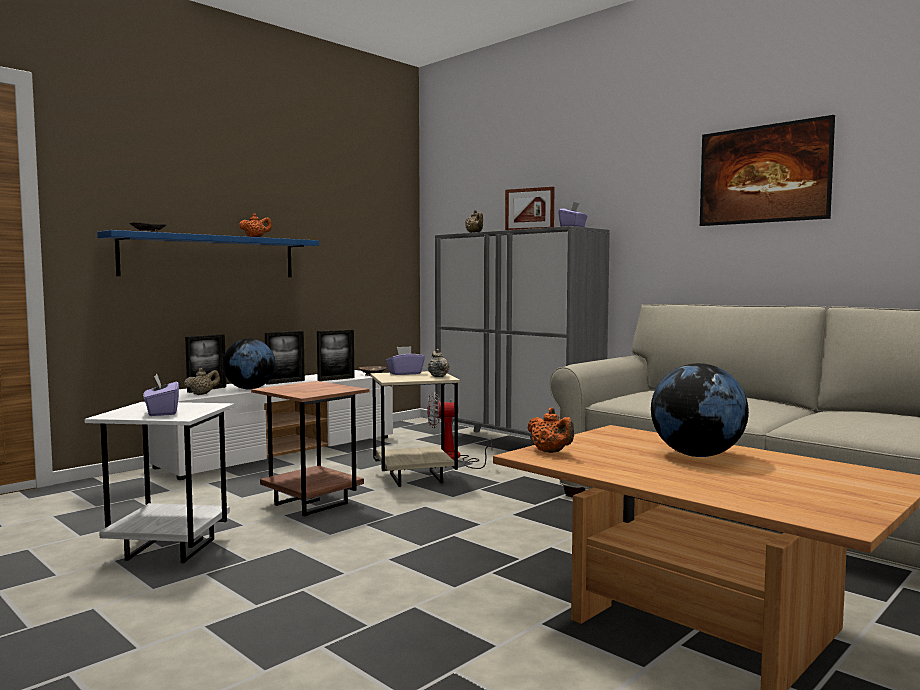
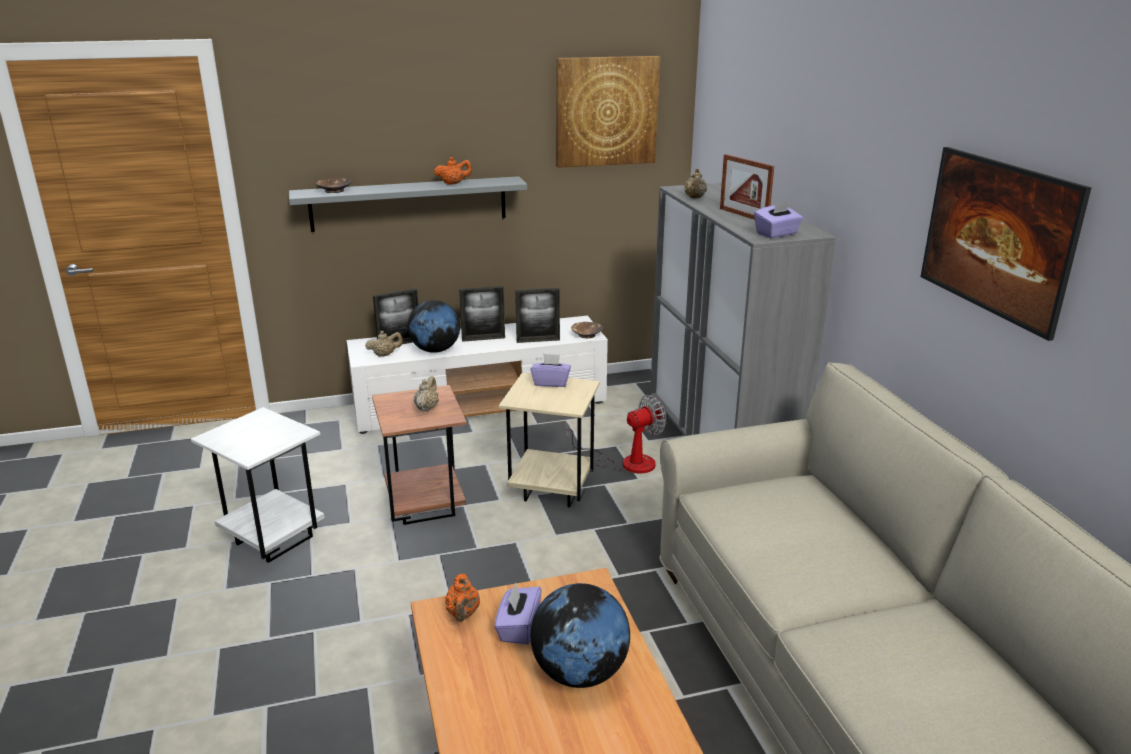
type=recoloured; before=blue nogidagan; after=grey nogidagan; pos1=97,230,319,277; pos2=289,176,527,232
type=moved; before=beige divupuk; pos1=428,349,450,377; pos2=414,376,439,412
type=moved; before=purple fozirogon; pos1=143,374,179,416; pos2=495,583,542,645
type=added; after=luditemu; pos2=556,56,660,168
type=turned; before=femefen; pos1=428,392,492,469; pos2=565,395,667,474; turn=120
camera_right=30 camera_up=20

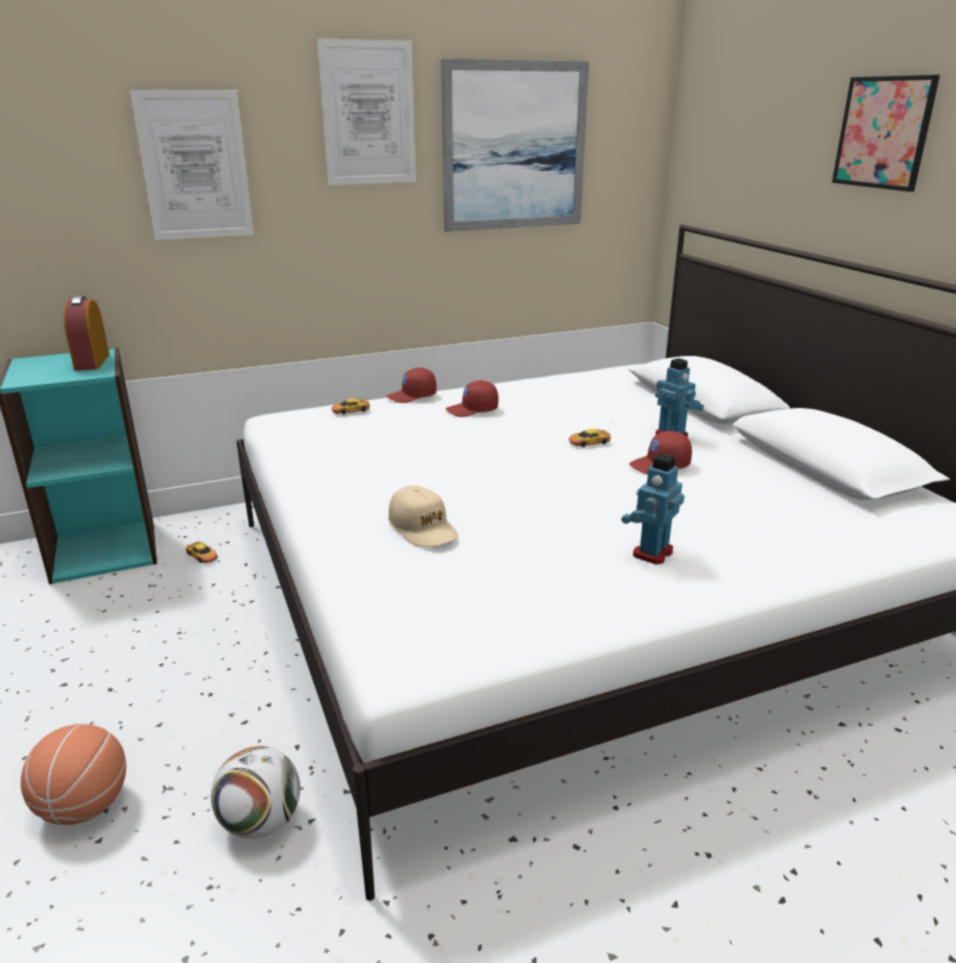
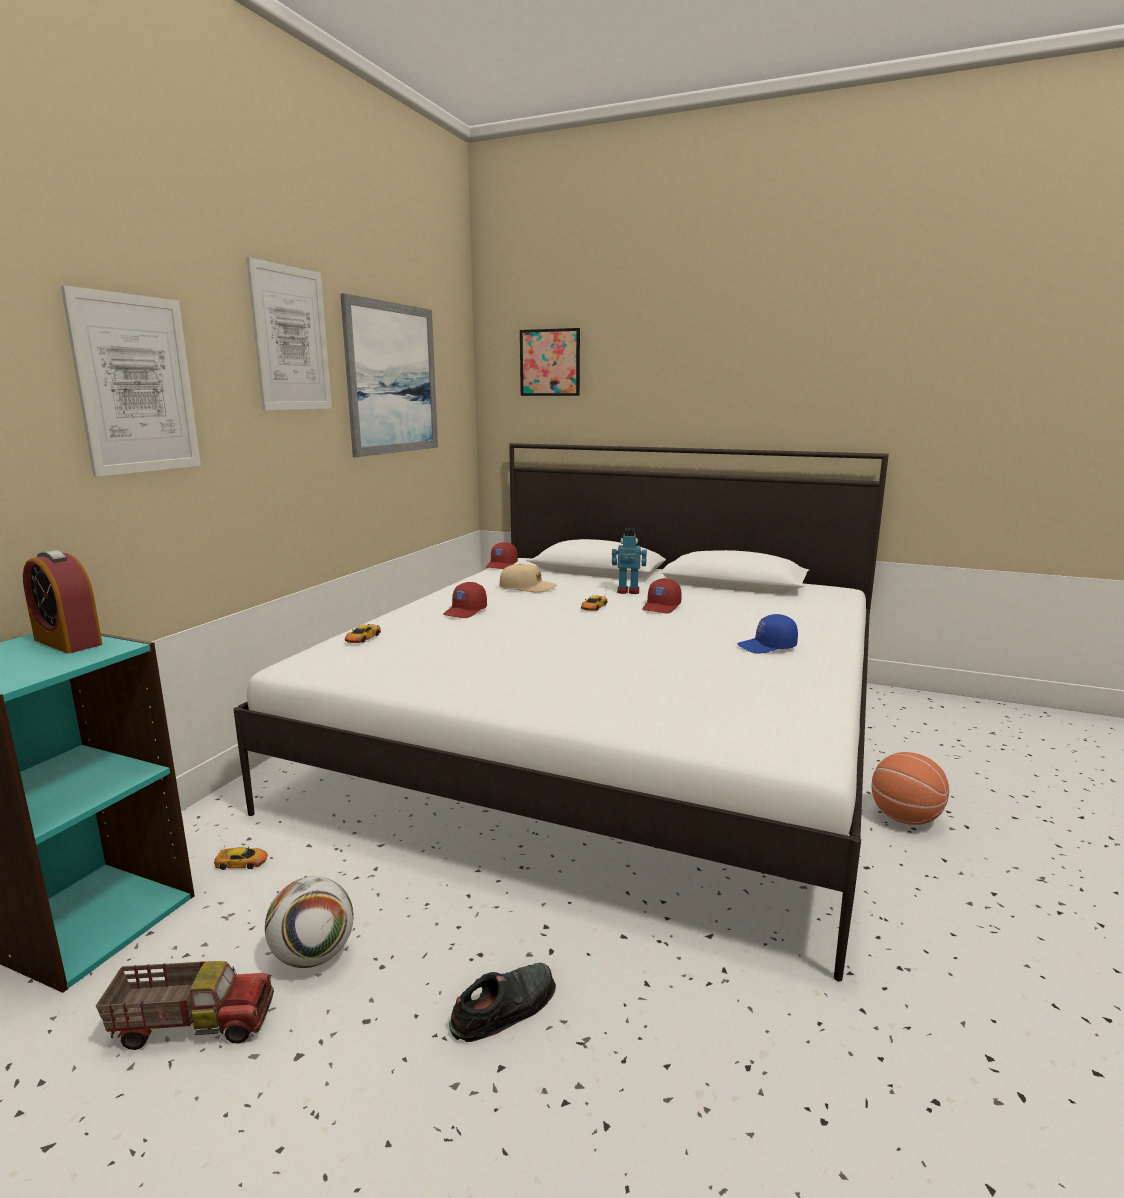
type=added; after=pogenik; pos2=96,961,274,1050
type=moved; before=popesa; pos1=211,746,300,839; pos2=265,876,353,968
type=added; after=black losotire; pos2=449,963,556,1042
type=moved; before=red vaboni; pos1=387,368,436,403; pos2=486,542,518,569
type=moved; before=beige vaboni; pos1=388,486,458,547; pos2=499,563,557,593
type=moved; before=luditemu; pos1=832,75,940,192; pos2=520,328,580,396
type=replaced; before=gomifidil; after=blue vaboni; pos1=621,453,685,565; pos2=737,614,798,654
type=moved; before=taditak; pos1=21,724,126,825; pos2=871,752,949,825
camera_right=-45 camera_up=-10

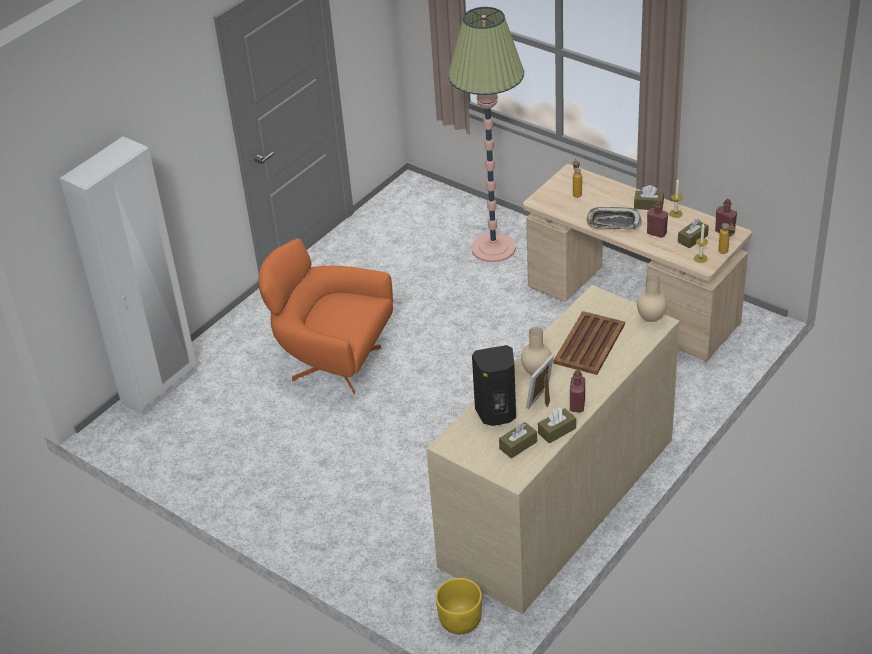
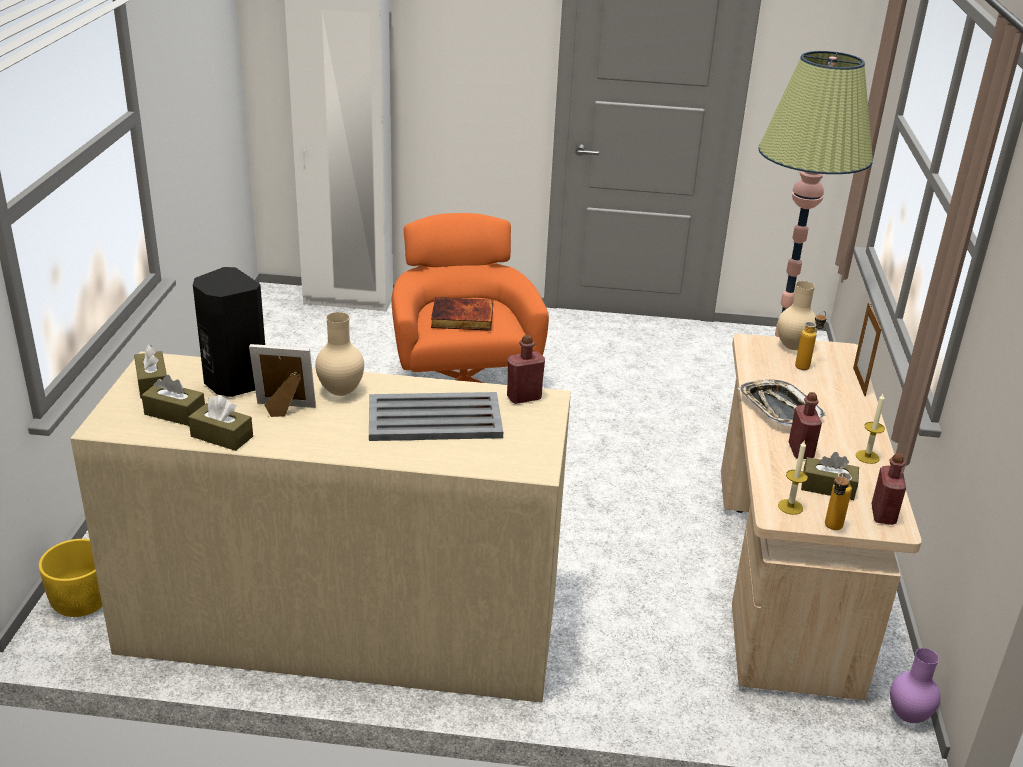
type=moved; before=brown fozirogon; pos1=634,185,664,210; pos2=134,344,167,399
type=recoloured; before=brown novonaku; after=grey novonaku; pos1=554,311,625,375; pos2=369,392,503,441
type=added; after=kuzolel; pos2=431,297,493,331
type=moved; before=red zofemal; pos1=570,370,585,412; pos2=507,335,545,404
type=moved; before=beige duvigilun; pos1=637,274,667,322; pos2=777,281,818,350
type=added; after=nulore; pos2=853,302,881,397
type=added; after=purple duvigilun; pos2=890,648,940,723
camera_right=55 camera_up=-10

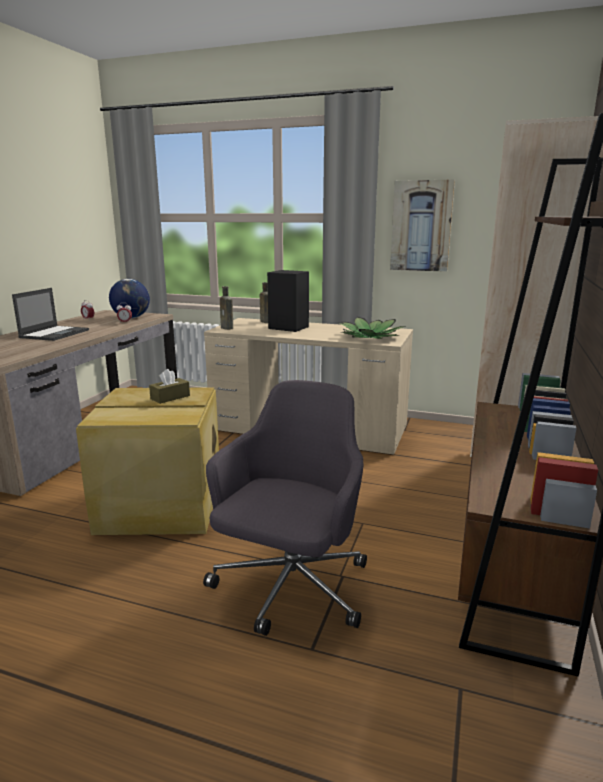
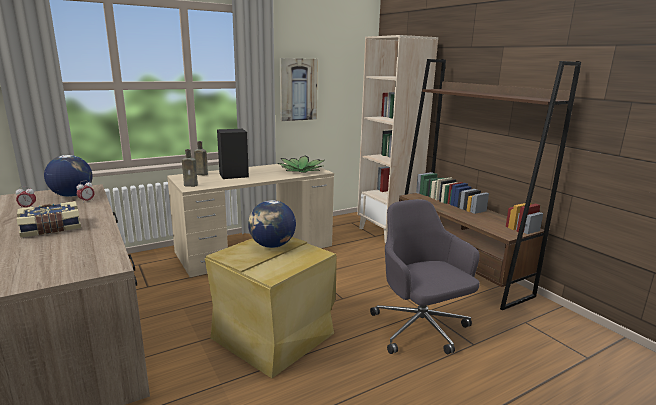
type=replaced; before=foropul; after=kuzolel; pos1=12,288,89,341; pos2=17,201,81,237
type=replaced; before=brown fozirogon; after=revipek; pos1=149,369,190,404; pos2=248,200,296,248
camera_right=-50 camera_up=0

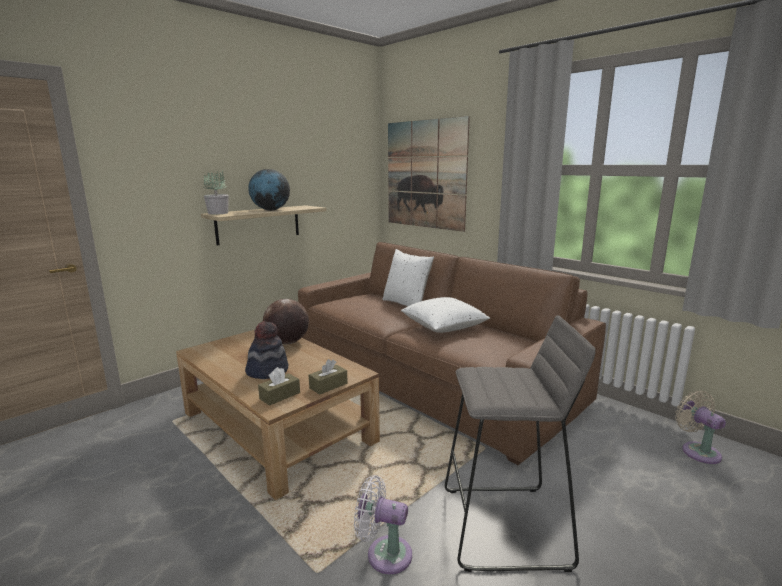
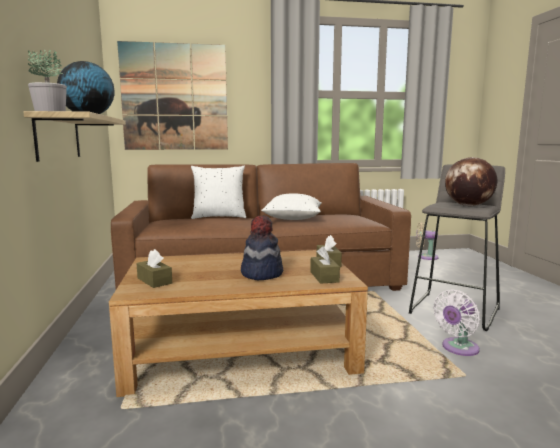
type=added; after=brown fozirogon; pos2=137,249,172,288
type=moved; before=revipek; pos1=263,299,309,344; pos2=445,157,497,206
camera_right=-55 camera_up=-5

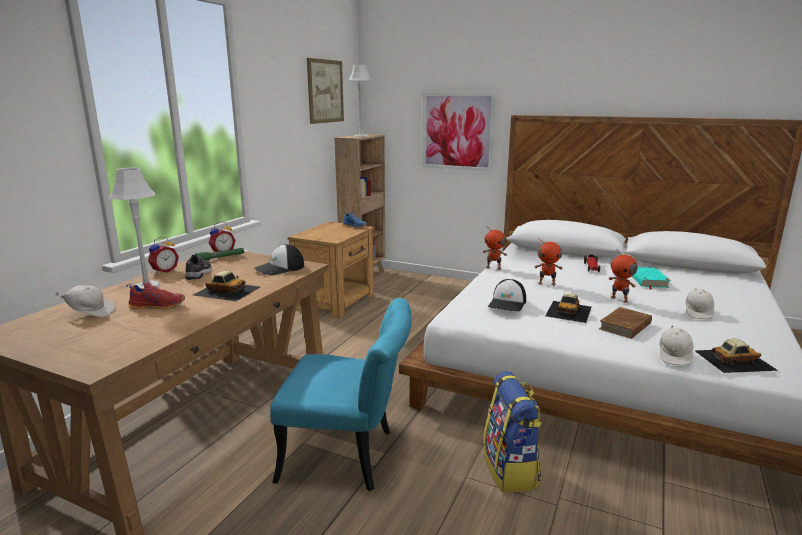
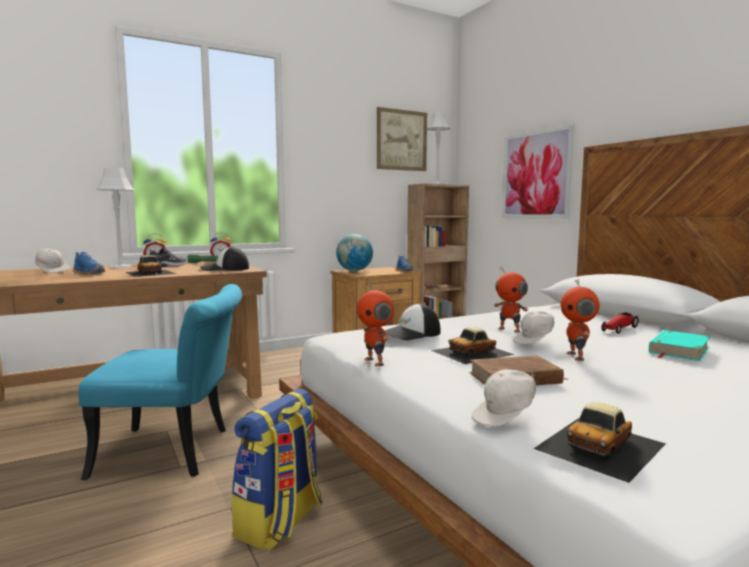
type=recoloured; before=red losotire; after=blue losotire; pos1=127,282,185,310; pos2=73,252,105,274
type=turned; before=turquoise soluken; pos1=270,298,412,491; pos2=78,284,242,480; turn=-45
type=added; after=revipek; pos2=336,234,373,271
type=moved; before=gomifidil; pos1=483,226,507,270; pos2=357,282,394,367
type=moved; before=white vaboni; pos1=685,289,715,319; pos2=513,311,554,344
type=turned; before=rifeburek; pos1=695,339,778,373; pos2=533,402,666,483; turn=105
camera_right=35 camera_up=-10

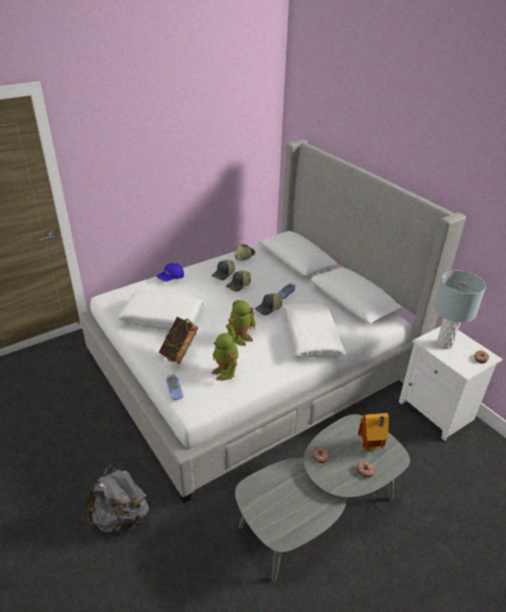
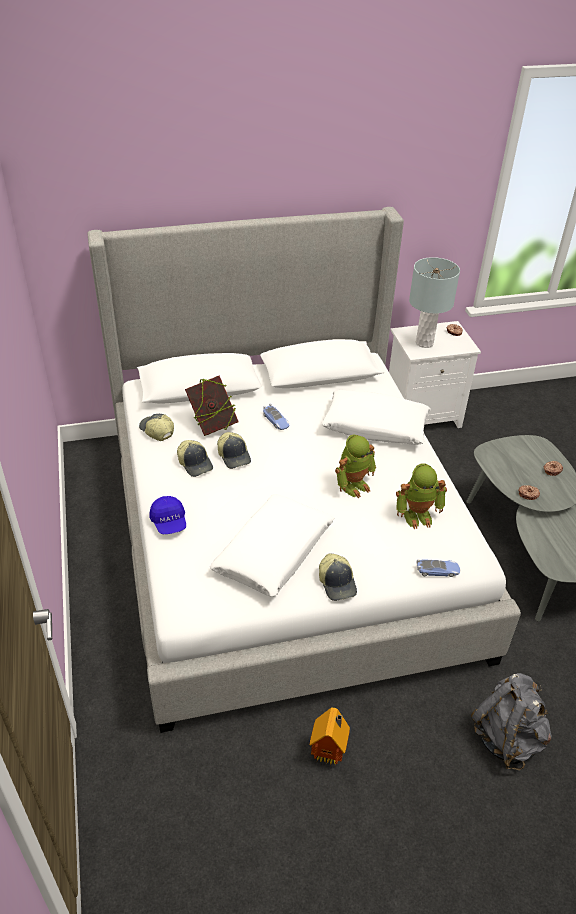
type=moved; before=kuzolel; pos1=159,317,199,365; pos2=185,375,239,436
type=moved; before=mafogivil; pos1=358,413,389,452; pos2=310,708,350,766
type=moved; before=vaboni; pos1=255,293,282,315; pos2=319,554,357,601
type=turned; before=gomifidil; pos1=226,300,256,346; pos2=335,434,376,498; turn=75
camera_right=-70 camera_up=5

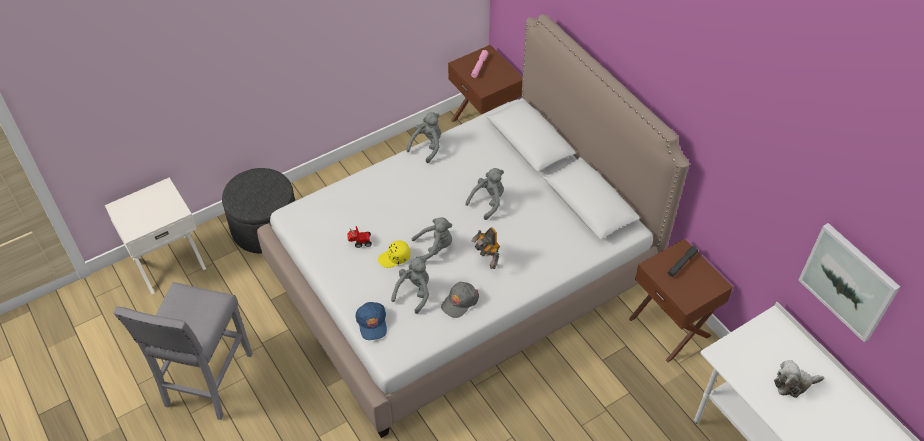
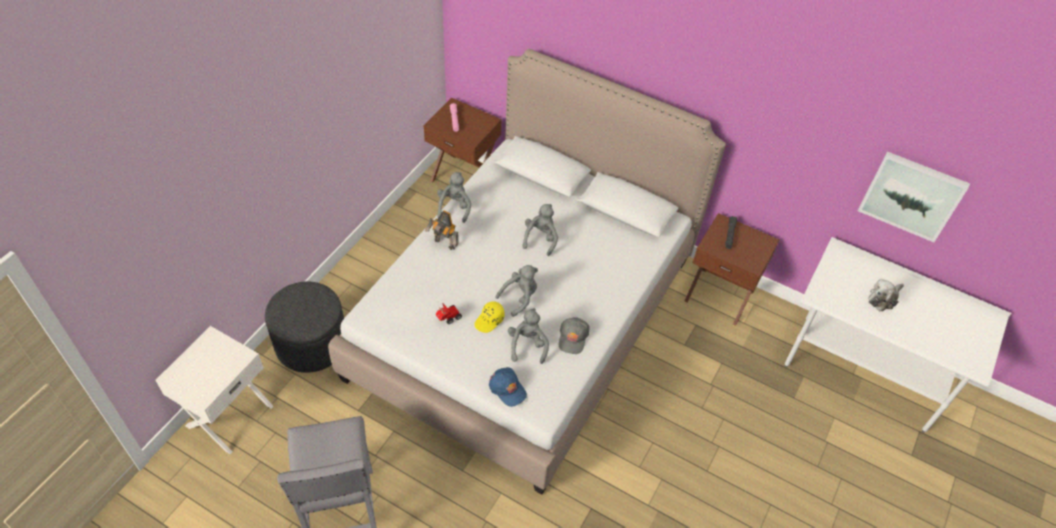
type=moved; before=gomifidil; pos1=471,227,500,269; pos2=425,210,459,250
camera_right=-30 camera_up=0

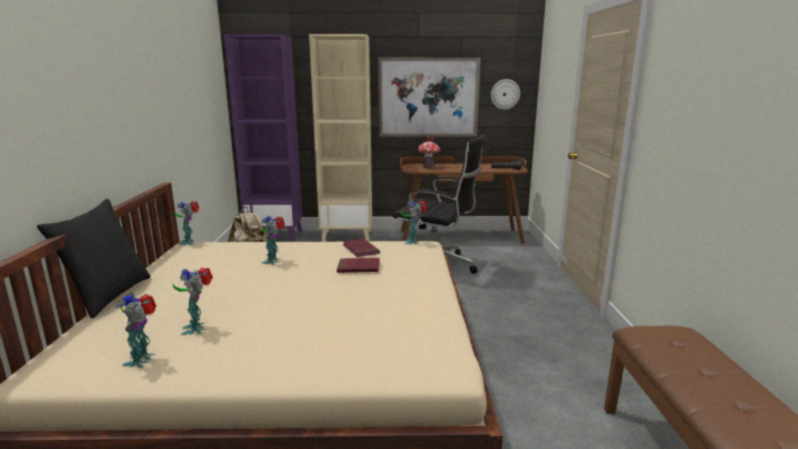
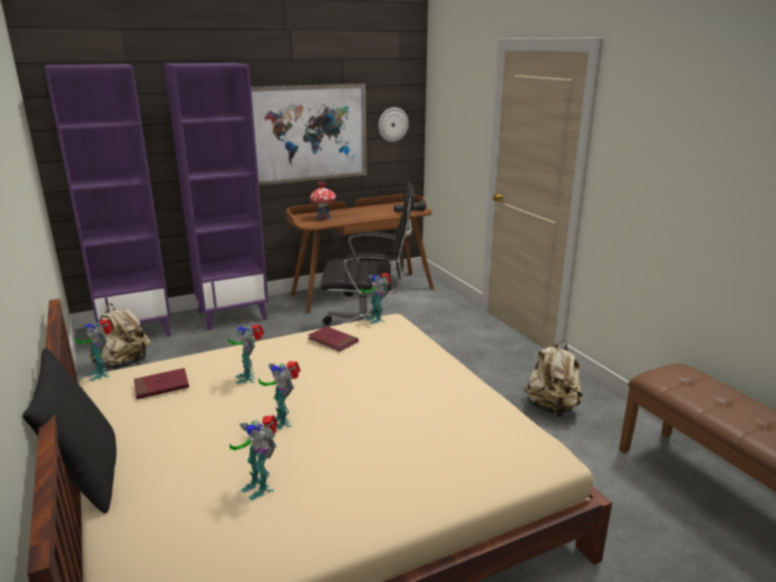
type=moved; before=red kuzolel; pos1=337,258,380,273; pos2=134,368,189,399
type=recoloured; before=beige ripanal; after=purple ripanal; pos1=309,34,372,242; pos2=164,63,268,331
type=moved; before=gomifidil; pos1=115,293,157,368; pos2=259,361,301,429
type=added; after=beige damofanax; pos2=524,340,583,417
camera_right=-25 camera_up=5

